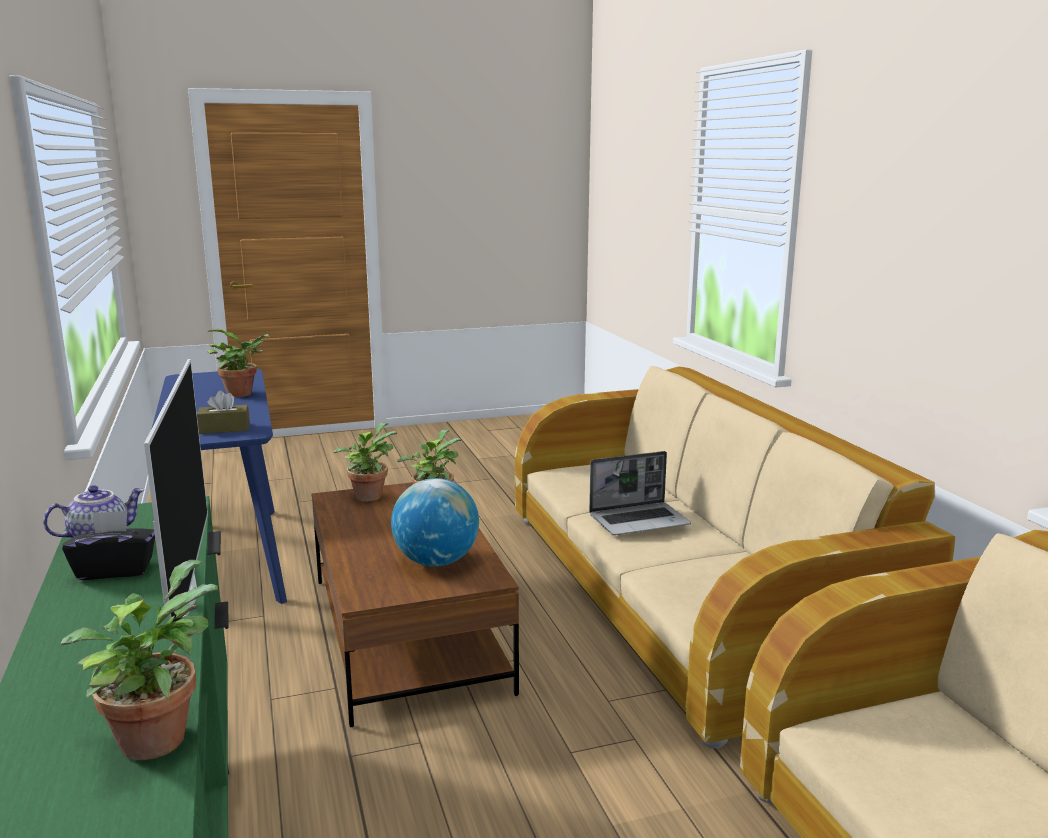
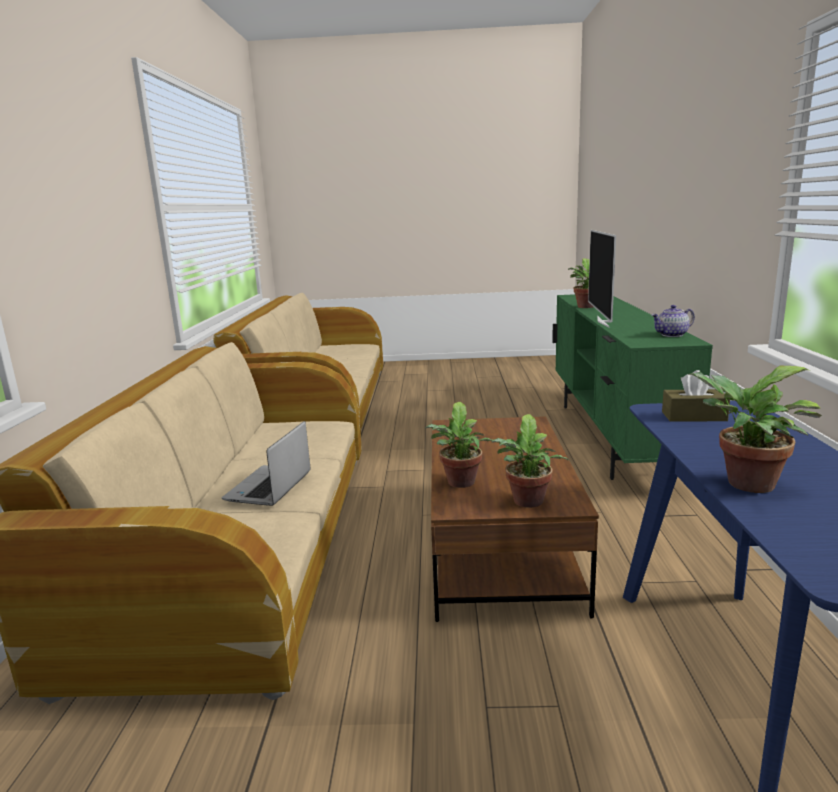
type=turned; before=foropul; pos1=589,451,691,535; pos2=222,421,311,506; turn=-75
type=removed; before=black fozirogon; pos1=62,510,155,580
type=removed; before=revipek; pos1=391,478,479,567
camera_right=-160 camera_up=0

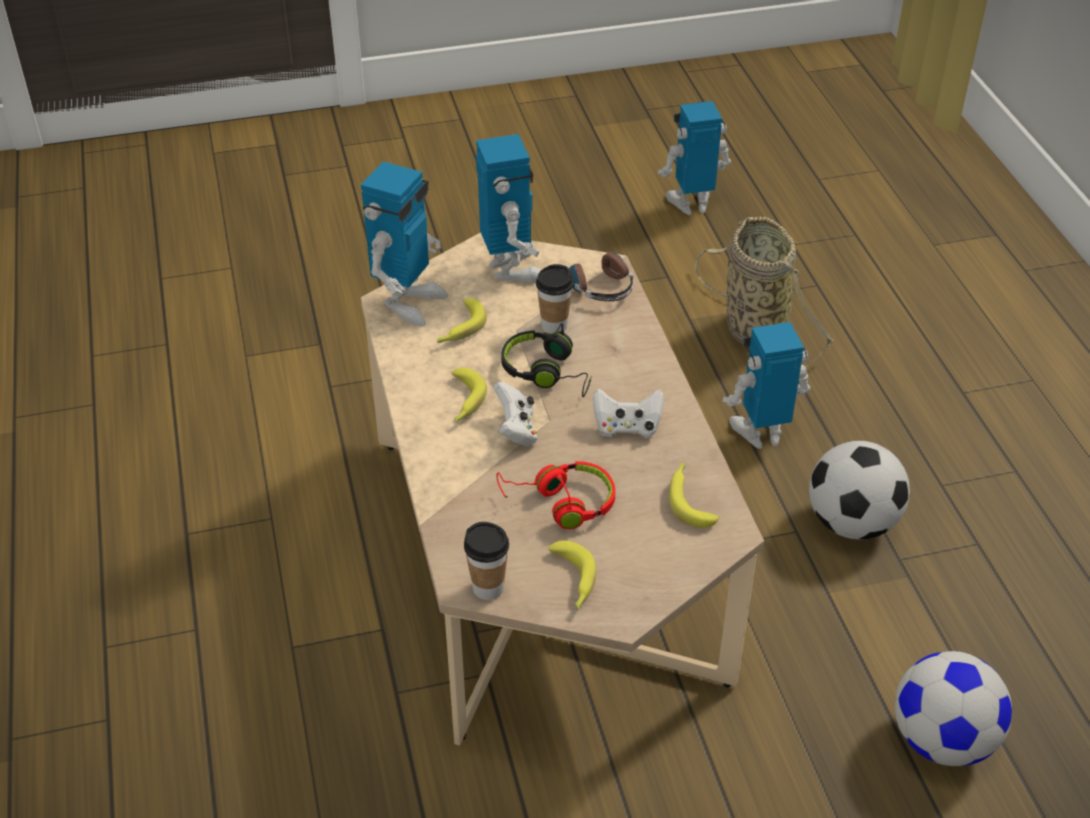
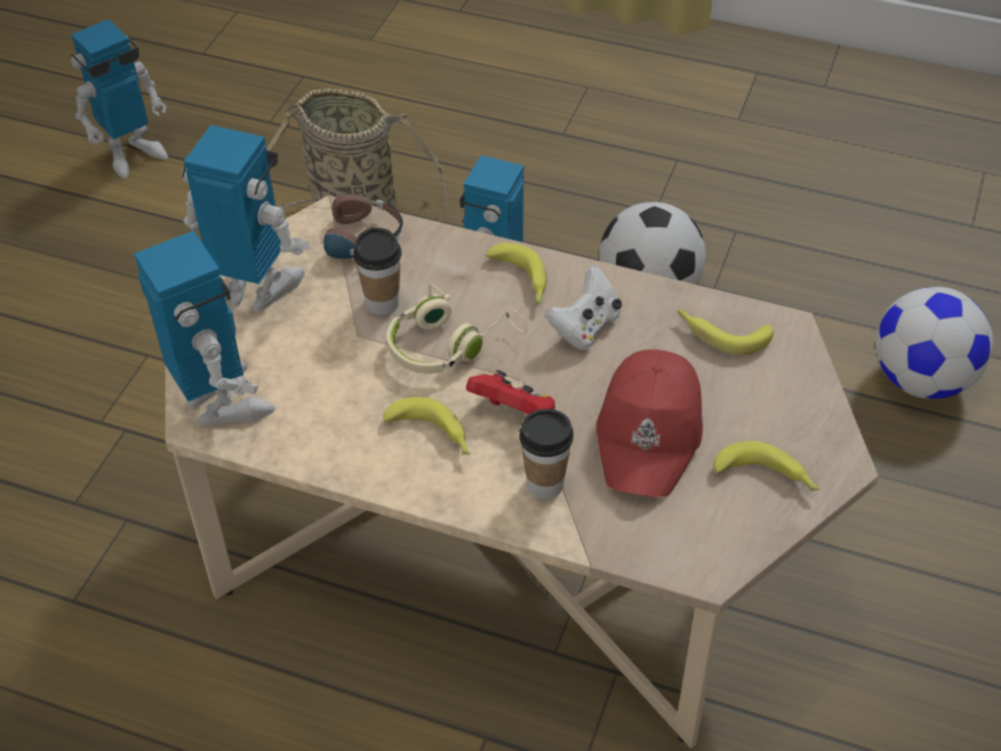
type=turned; before=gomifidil; pos1=658,101,731,215; pos2=71,19,168,178; turn=-150
type=recoloured; before=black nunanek; after=beige nunanek; pos1=501,323,592,397; pos2=387,283,527,374
type=recoloured; before=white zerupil; after=red zerupil; pos1=493,382,538,446; pos2=466,370,555,415
type=moved; before=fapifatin; pos1=437,298,487,343; pos2=486,243,547,304
type=moved; before=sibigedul; pos1=464,522,509,600; pos2=519,409,573,499
type=replaced; before=red nunanek; after=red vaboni; pos1=497,461,616,529; pos2=596,349,703,497
camera_right=-55 camera_up=5

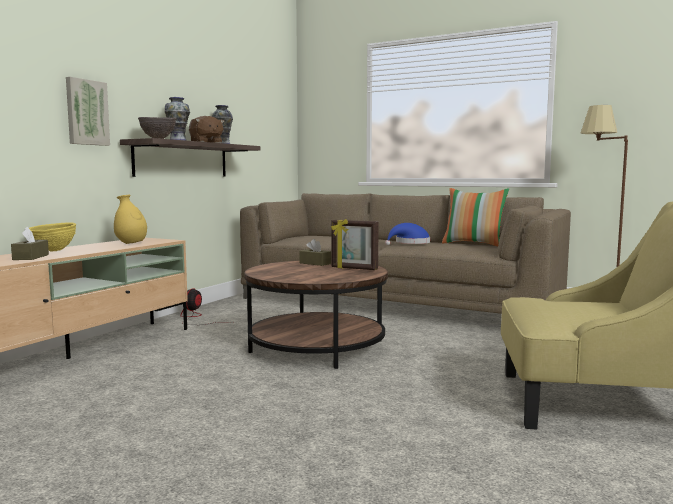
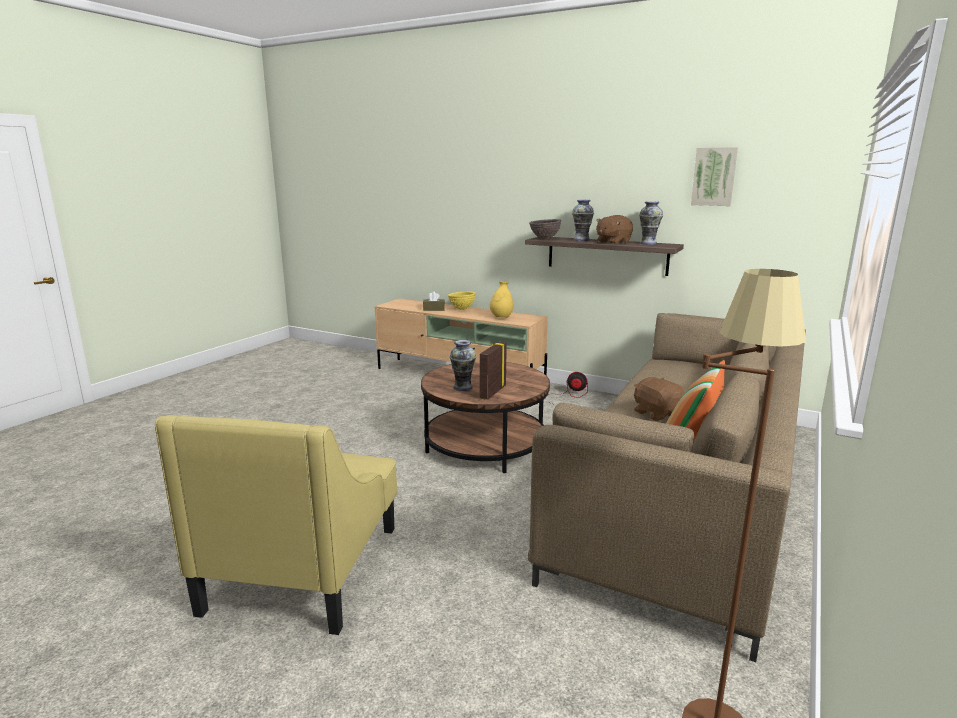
type=added; after=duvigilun; pos2=450,340,476,391
type=replaced; before=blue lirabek; after=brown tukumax; pos1=385,223,430,245; pos2=634,377,685,421
type=moved; before=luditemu; pos1=66,77,110,146; pos2=691,147,738,206
type=removed; before=brown fozirogon; pos1=299,239,331,266
camera_right=90 camera_up=10

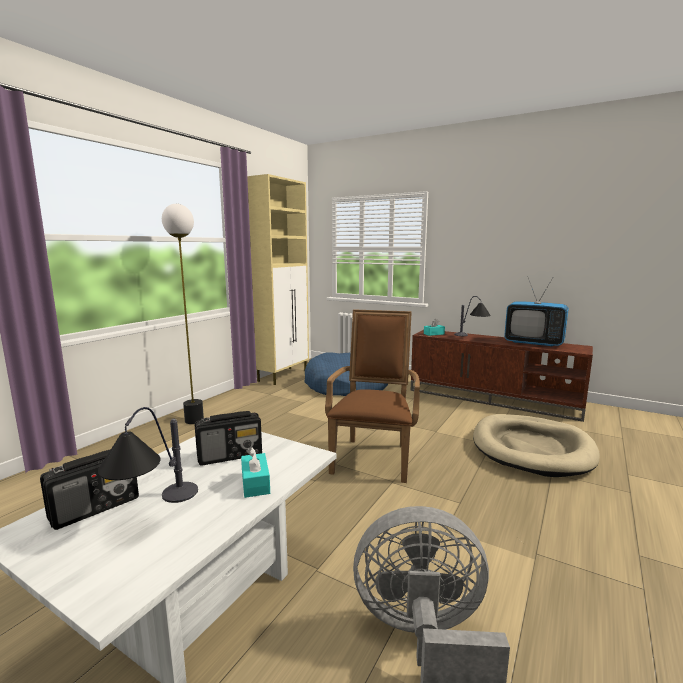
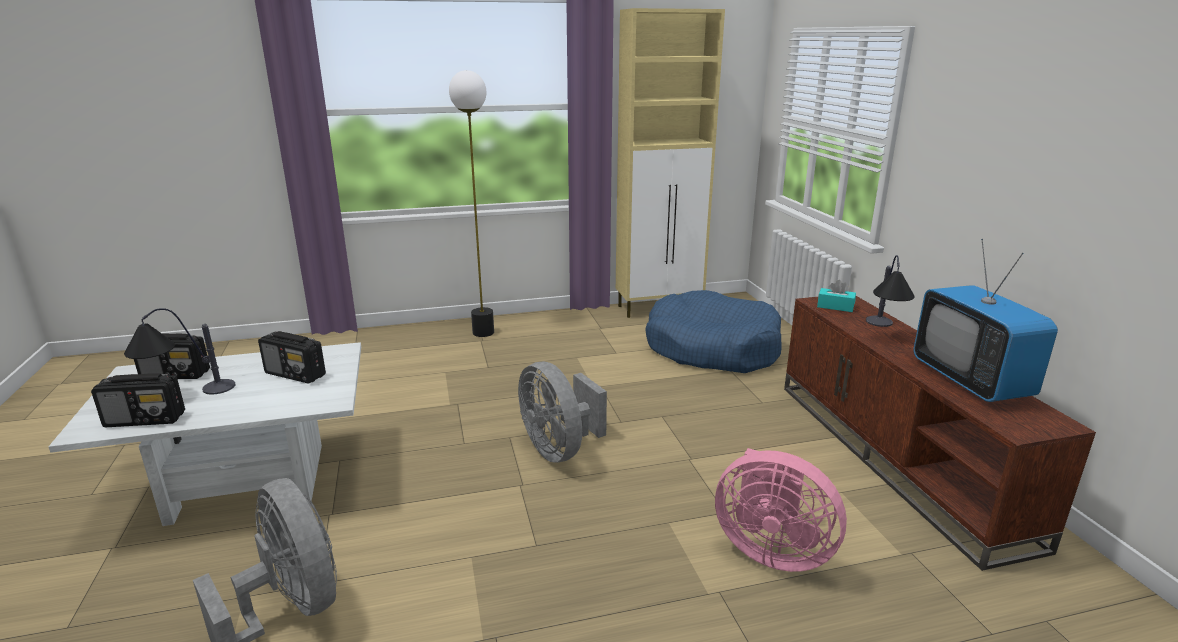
type=added; after=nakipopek; pos2=91,373,185,427
type=replaced; before=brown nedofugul; after=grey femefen; pos1=325,309,420,483; pos2=518,361,607,463
type=replaced; before=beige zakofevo; after=pink femefen; pos1=473,414,600,477; pos2=715,448,847,572
type=removed; before=turquoise fozirogon; pos1=241,447,270,498
camera_right=45 camera_up=10

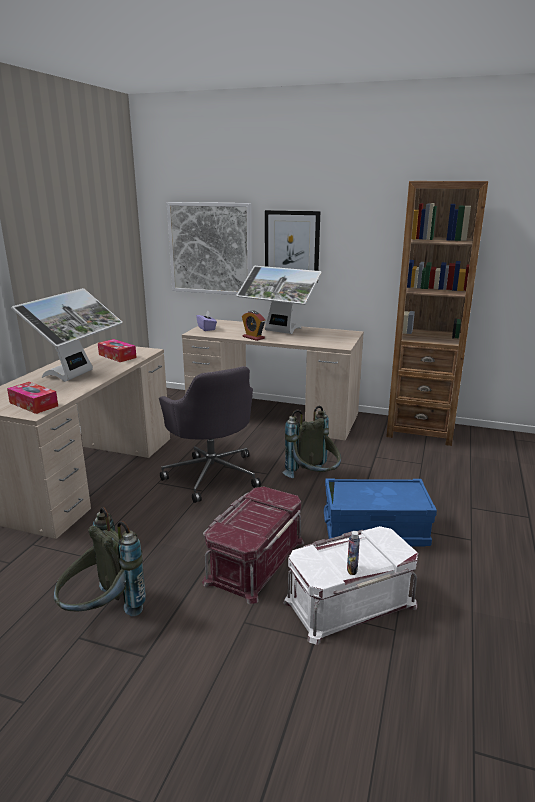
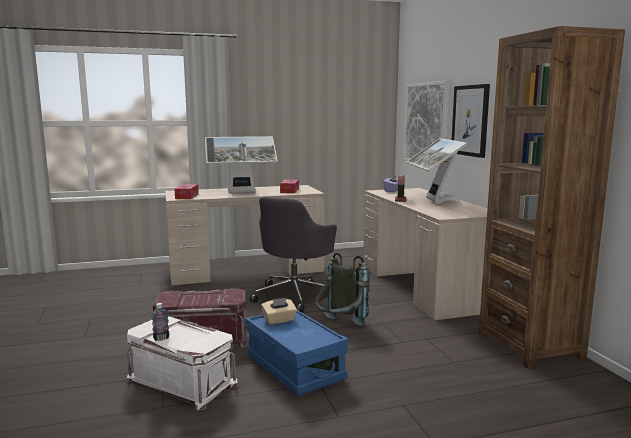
type=added; after=beige fozirogon; pos2=261,298,297,325
type=removed; before=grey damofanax; pos1=54,507,146,616
camera_right=55 camera_up=-10

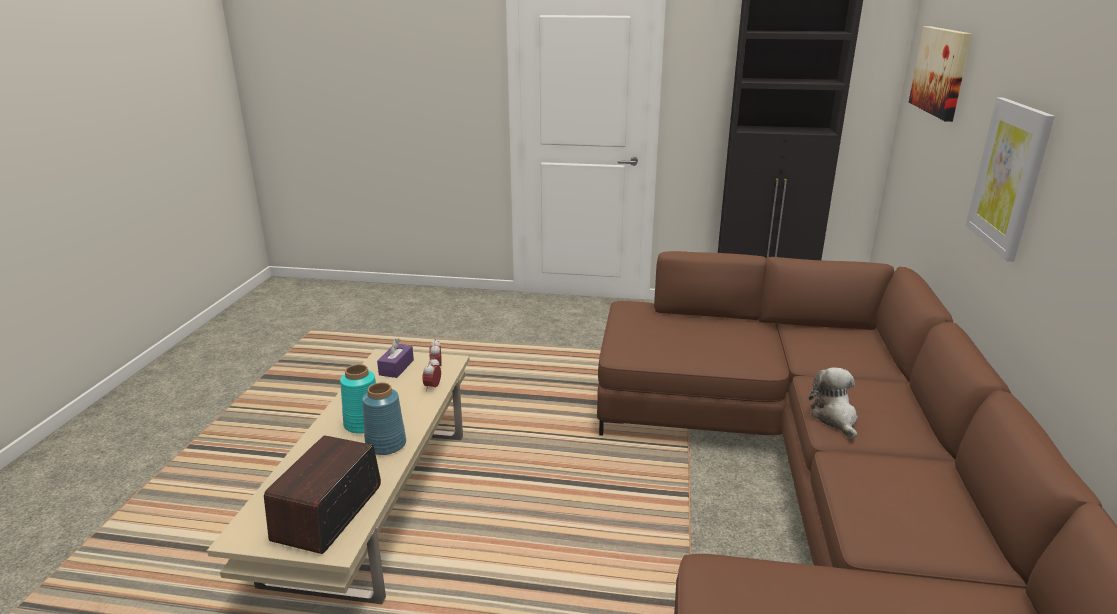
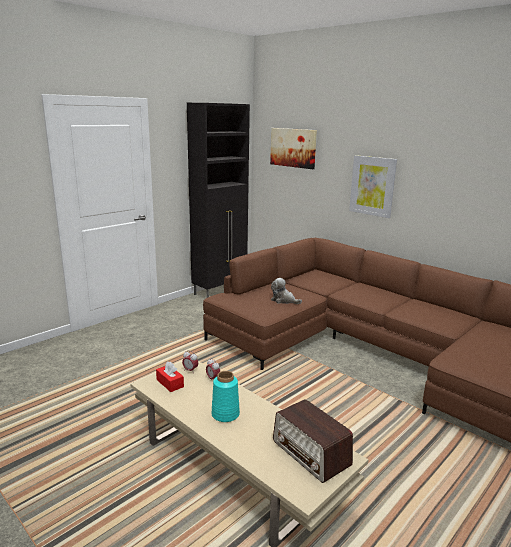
type=recoloured; before=purple fozirogon; after=red fozirogon; pos1=377,338,414,378; pos2=156,362,184,392
type=moved; before=tukumax; pos1=809,367,857,439; pos2=271,278,302,304
type=removed; before=blue duvigilun; pos1=362,382,406,455
camera_right=-55 camera_up=-5

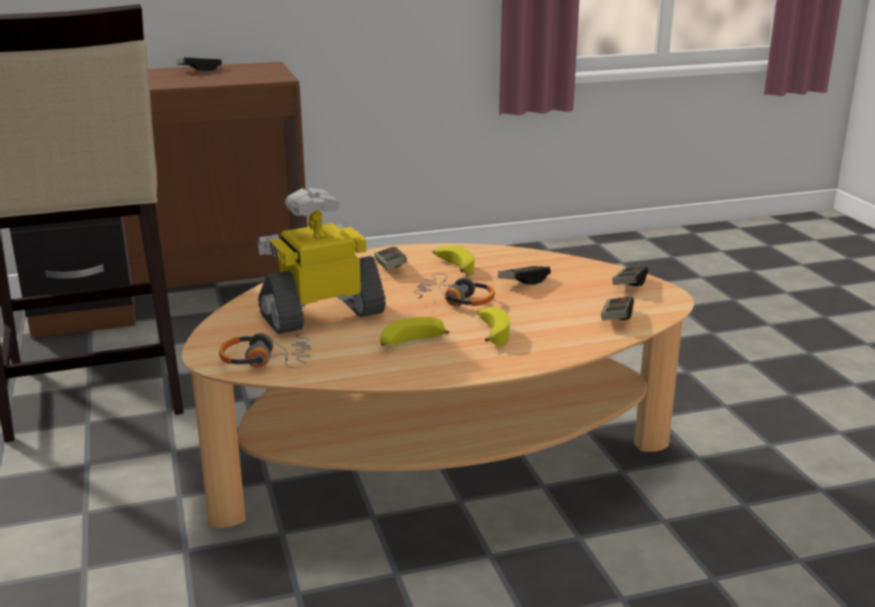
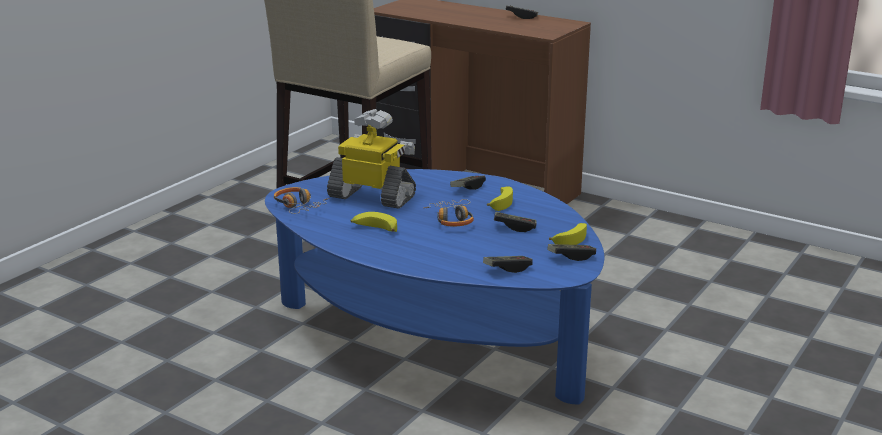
type=recoloured; before=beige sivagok; after=blue sivagok; pos1=181,243,694,528; pos2=265,169,604,404
type=moved; before=fapifatin; pos1=477,307,510,346; pos2=549,223,587,245
camera_right=50 camera_up=0

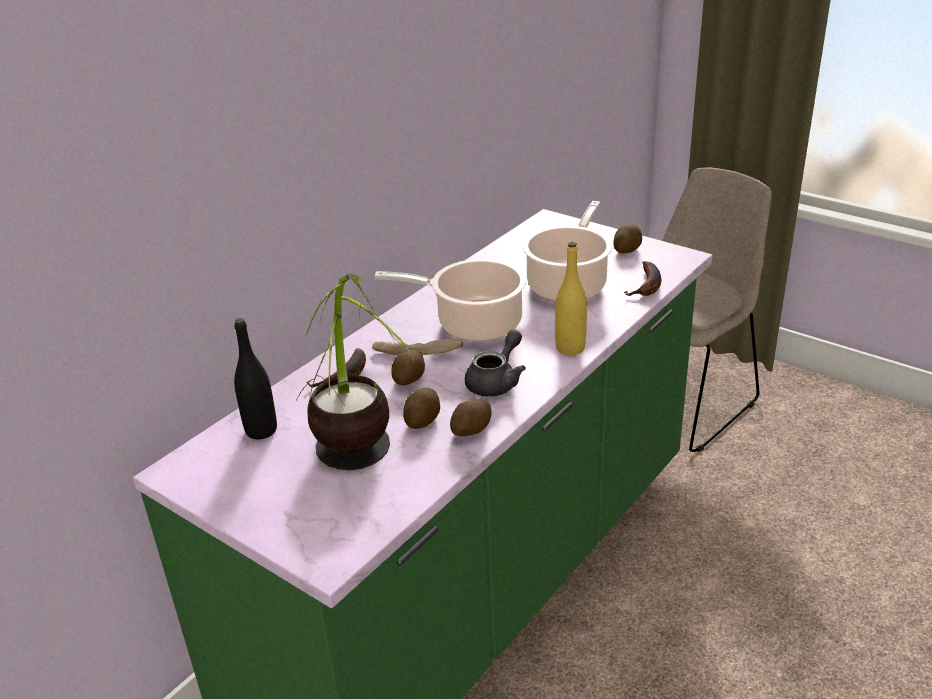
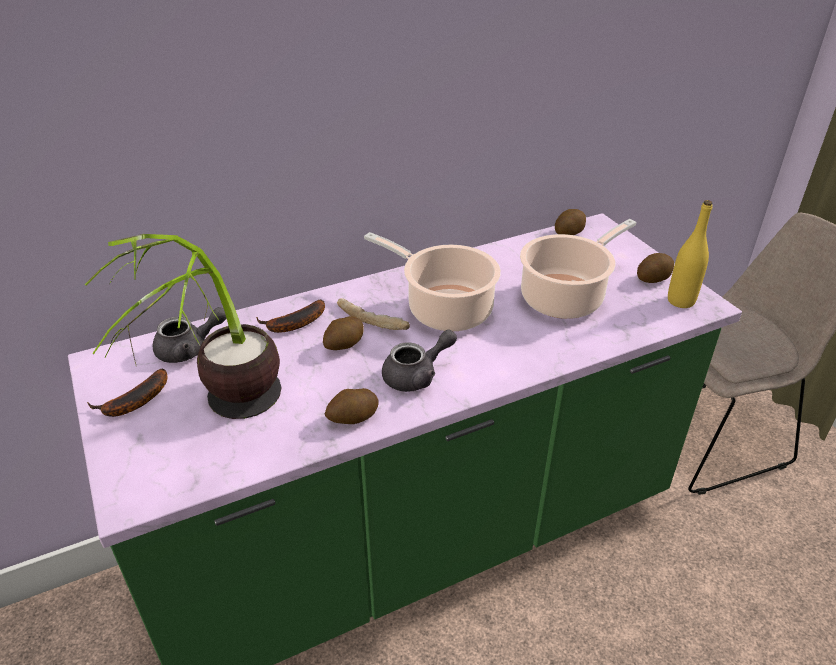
type=moved; before=fapifatin; pos1=624,261,661,296; pos2=87,369,168,417
type=replaced; before=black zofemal; after=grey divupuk; pos1=234,318,277,439; pos2=153,307,227,363
type=moved; before=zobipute; pos1=403,388,440,429; pos2=555,209,586,235
type=moved; before=yellow zofemal; pos1=555,242,587,355; pos2=668,200,712,308
camera_right=25 camera_up=5

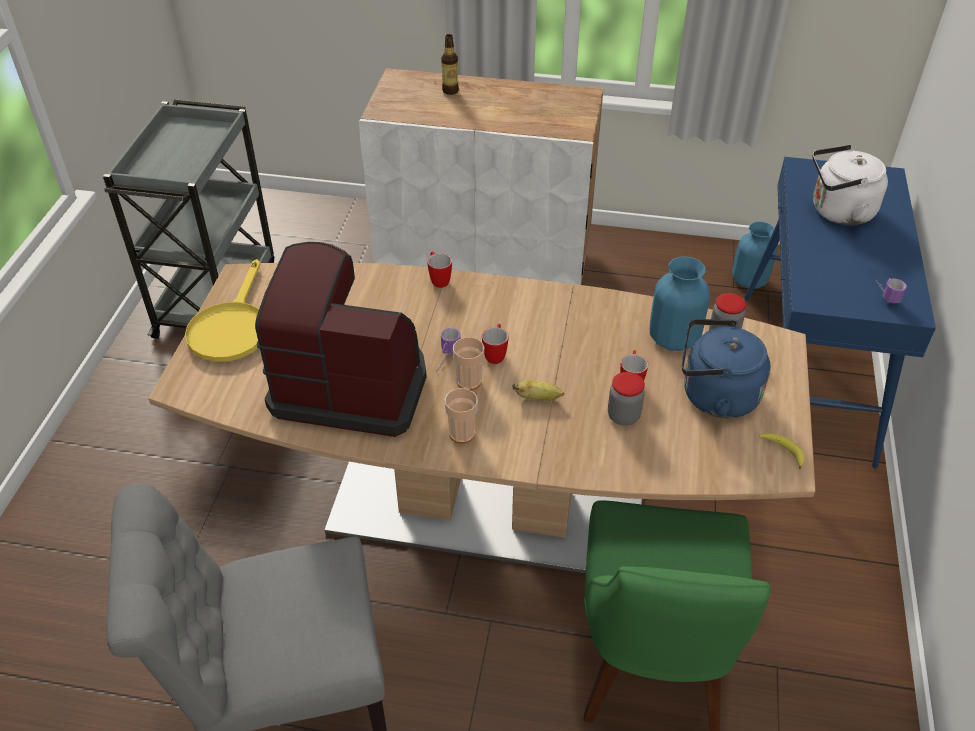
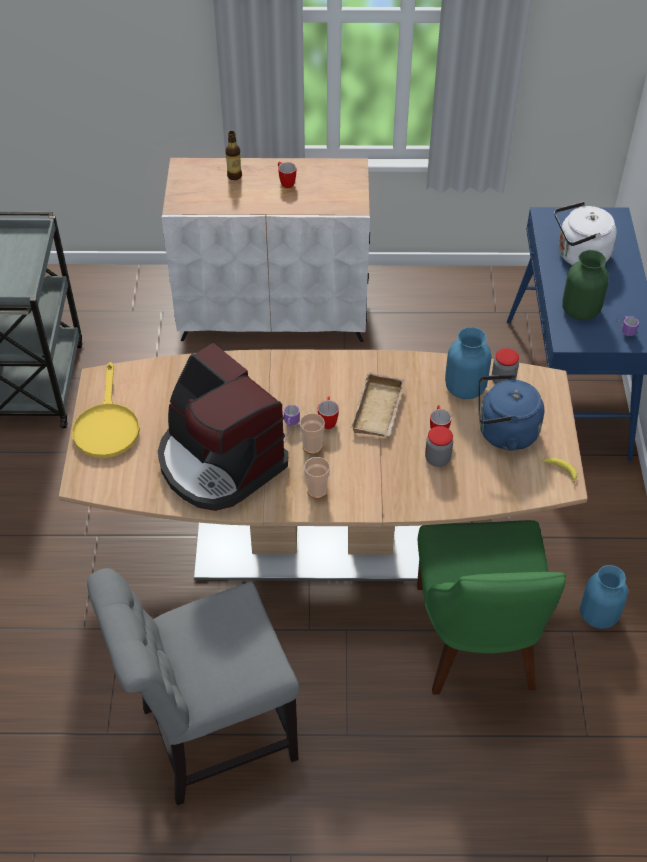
type=turned; before=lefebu; pos1=255,242,427,437; pos2=157,343,288,511; turn=-135
type=moved; before=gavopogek; pos1=427,251,452,288; pos2=278,162,296,188
type=added; after=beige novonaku; pos2=351,372,405,437
type=added; after=green duvigilun; pos2=562,250,609,320
type=moved; before=blue duvigilun; pos1=732,222,777,289; pos2=580,565,628,629
type=removed; before=fapifatin; pos1=512,380,564,401
camera_right=-10 camera_up=5

